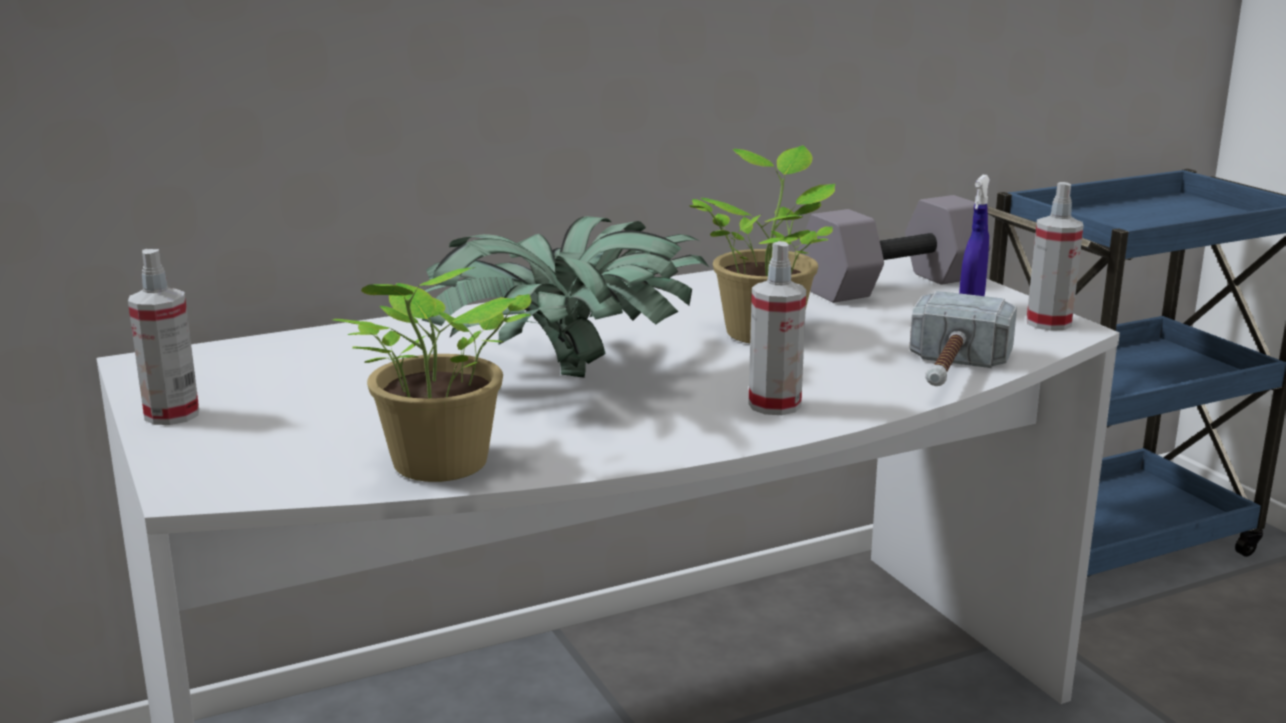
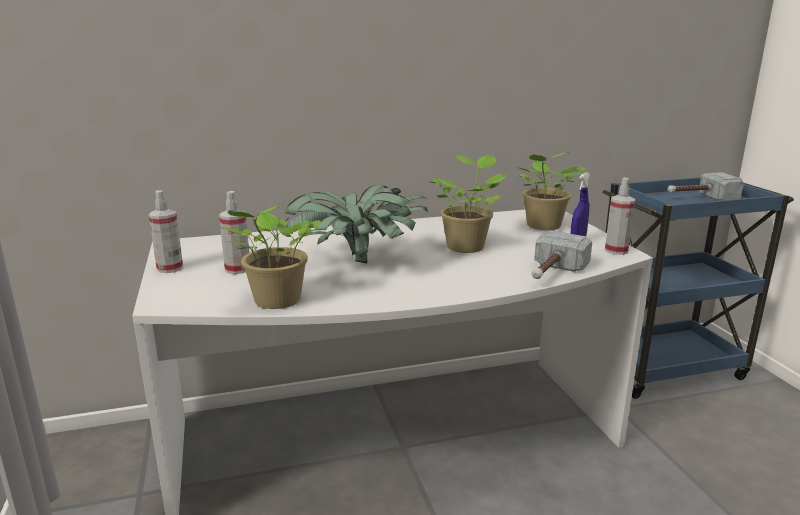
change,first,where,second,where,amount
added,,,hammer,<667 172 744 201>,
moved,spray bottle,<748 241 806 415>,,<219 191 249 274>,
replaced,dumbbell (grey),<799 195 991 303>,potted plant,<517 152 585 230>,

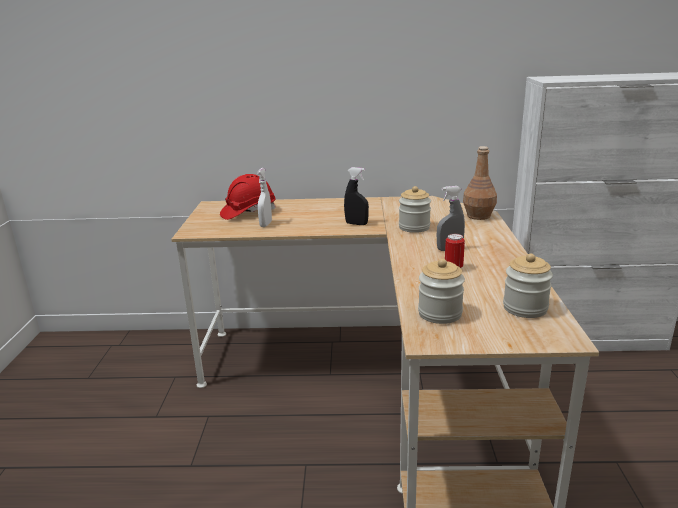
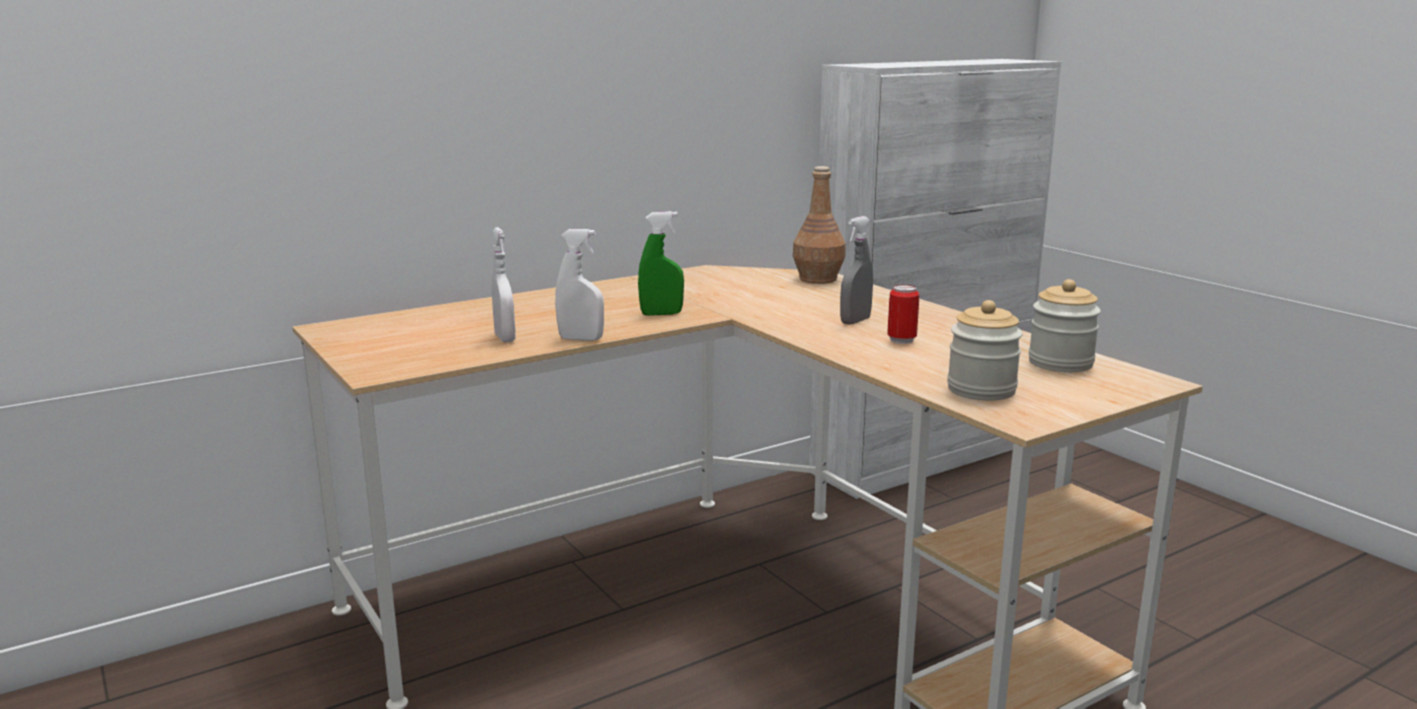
change,first,where,second,where,amount
removed,hard hat (red),<220 174 276 220>,,,
removed,jar,<399 186 431 233>,,,
added,,,spray bottle (white),<555 229 604 341>,
recoloured,spray bottle (black),<344 167 369 225>,spray bottle (green),<638 211 684 316>,

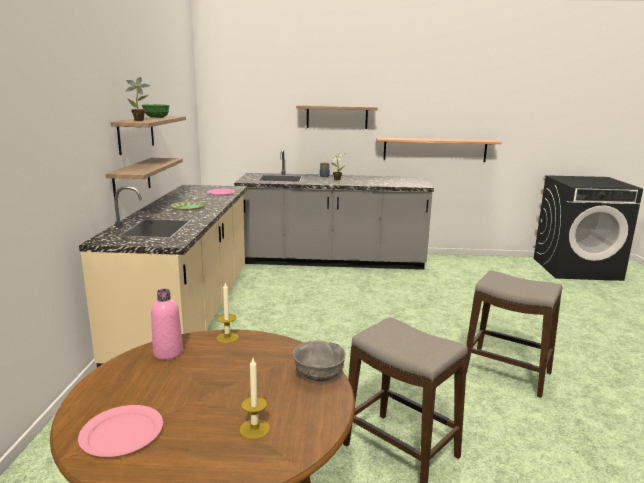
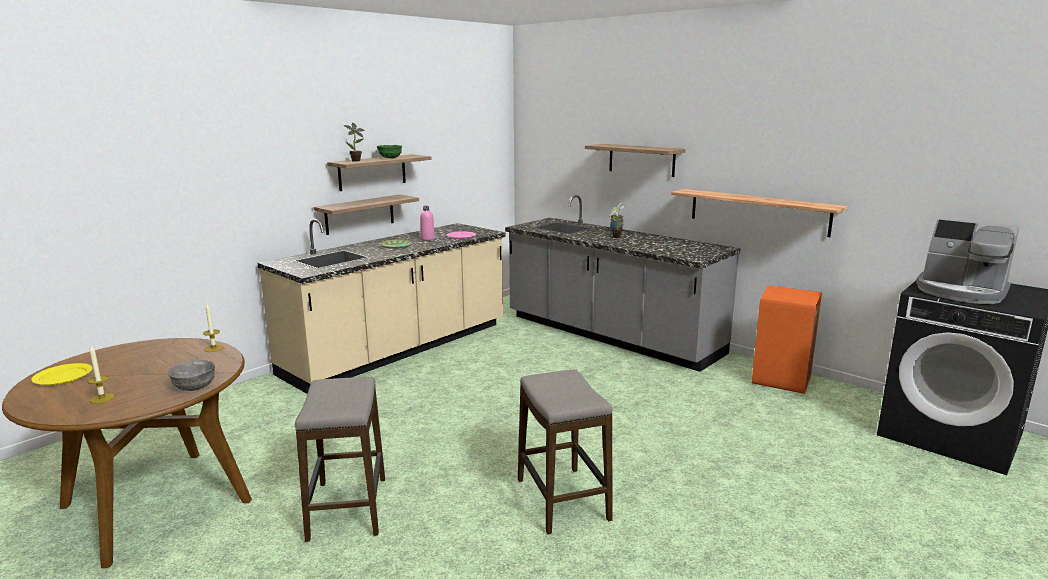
change,first,where,second,where,amount
added,,,trash can (orange),<752 285 822 394>,
added,,,coffee machine,<916 218 1020 304>,
moved,bottle (pink),<151 289 183 360>,,<420 206 435 240>,
recoloured,plate (pink),<78 405 163 457>,plate (yellow),<31 363 93 385>,

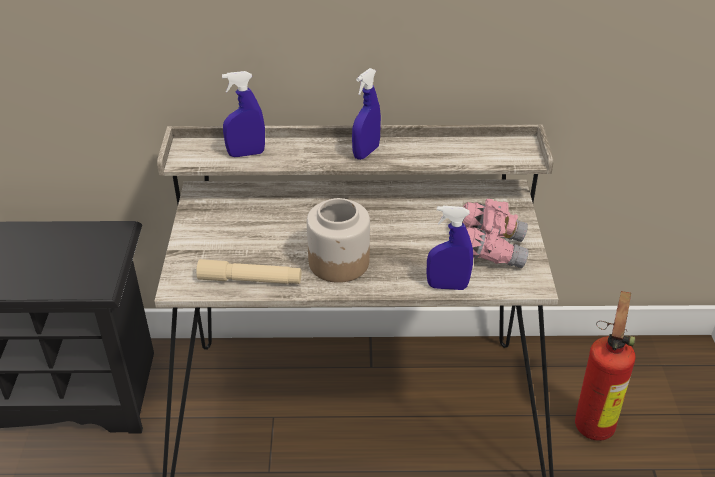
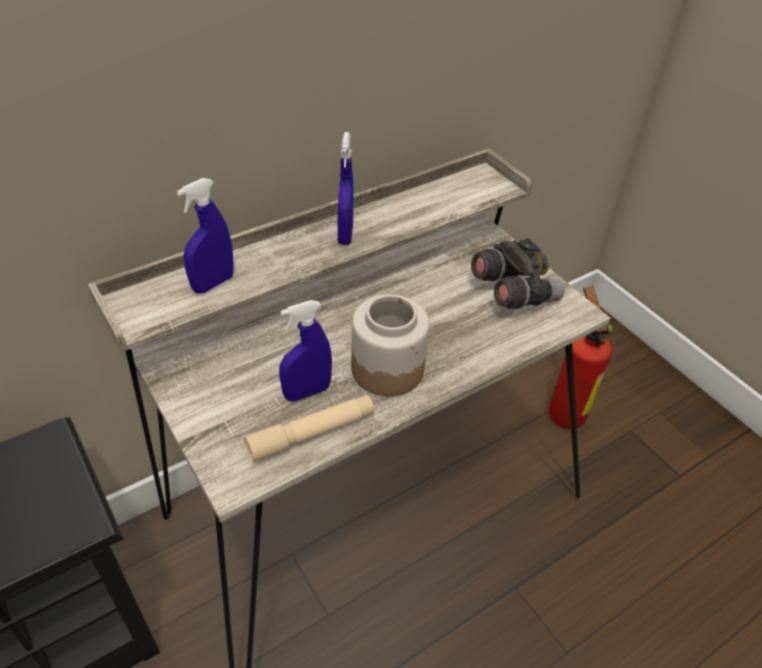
change,first,where,second,where,amount
moved,spray bottle (blue),<427 206 473 290>,,<279 300 332 401>,
recoloured,binoculars (pink),<462 199 529 268>,binoculars (grey),<471 238 565 309>,

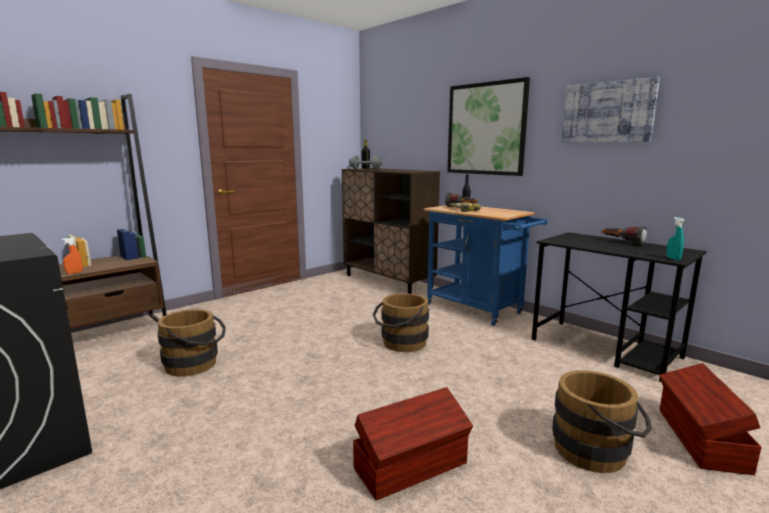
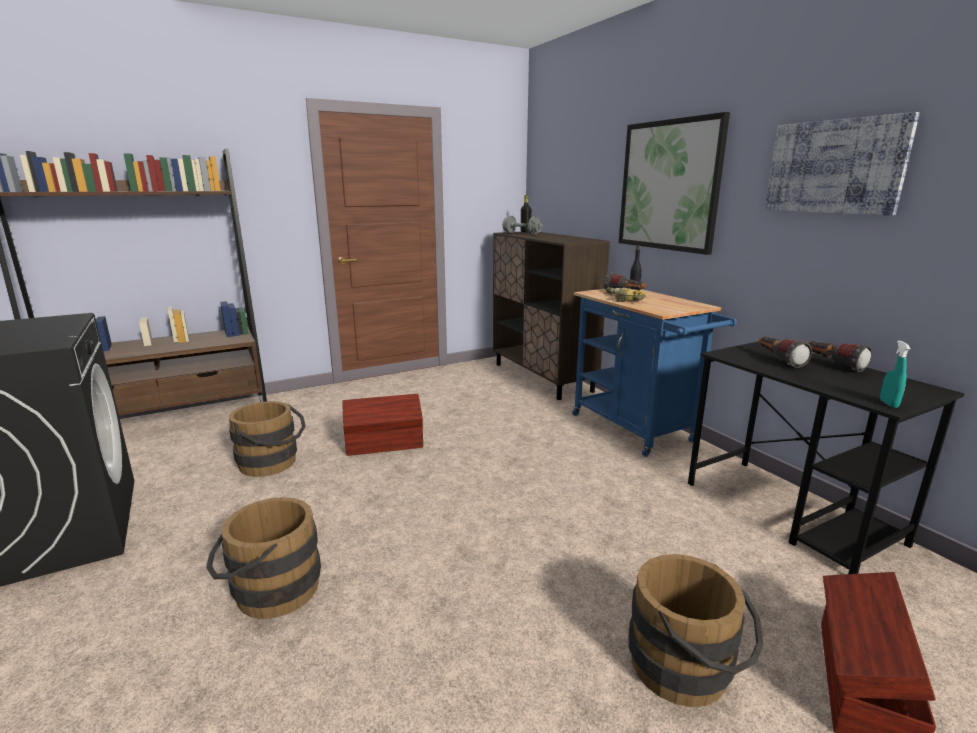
change,first,where,second,where,amount
removed,spray bottle (orange),<61 238 83 274>,,,
added,,,flashlight,<759 337 812 368>,
moved,storage box (brown),<353 387 473 500>,,<343 394 423 456>,
moved,bucket (brown),<373 293 429 352>,,<206 497 321 619>,

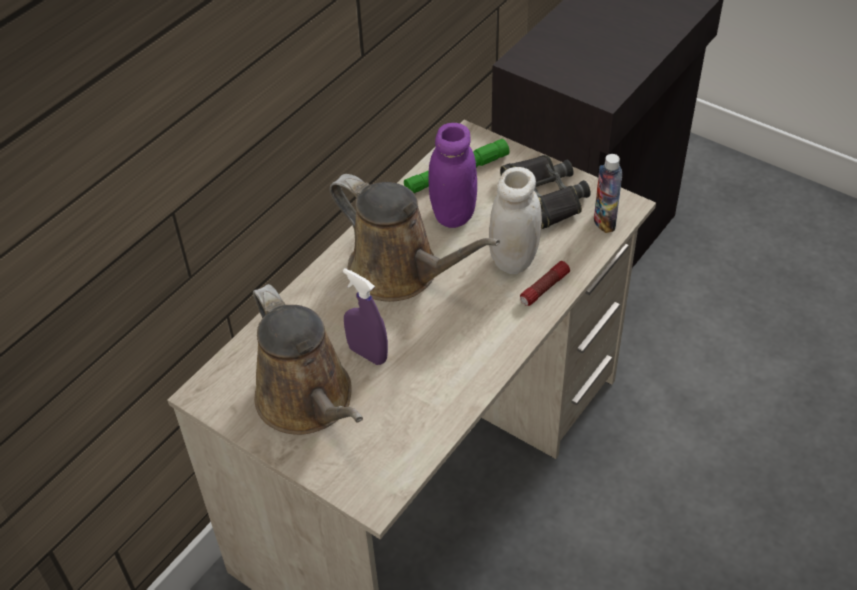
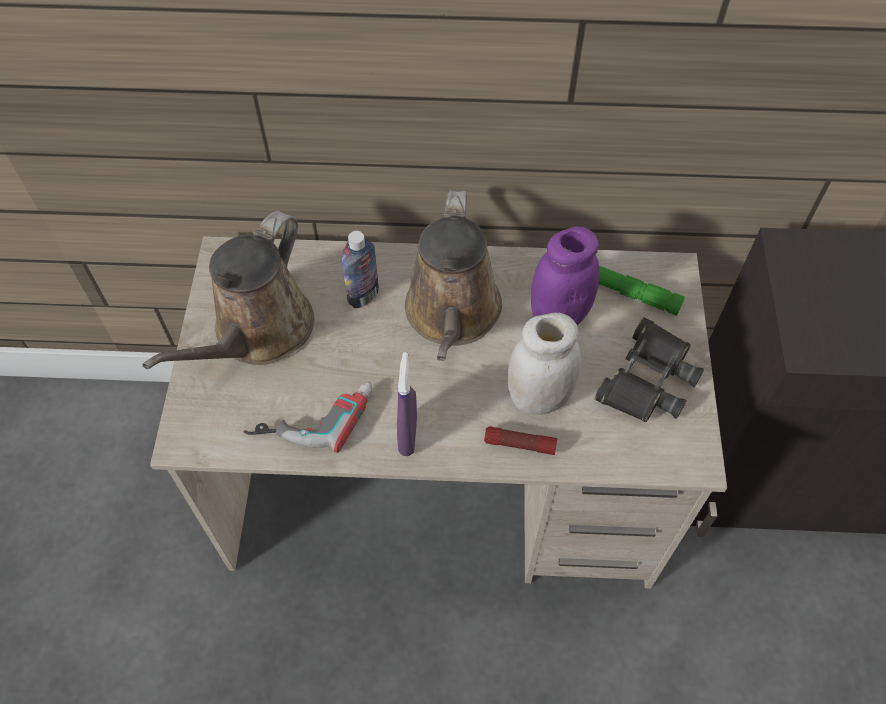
change,first,where,second,where,amount
added,,,power drill,<243 382 372 453>,
moved,spray bottle (purple),<343 268 388 365>,,<397 352 417 456>,
moved,bottle,<594 154 622 233>,,<342 231 379 309>,

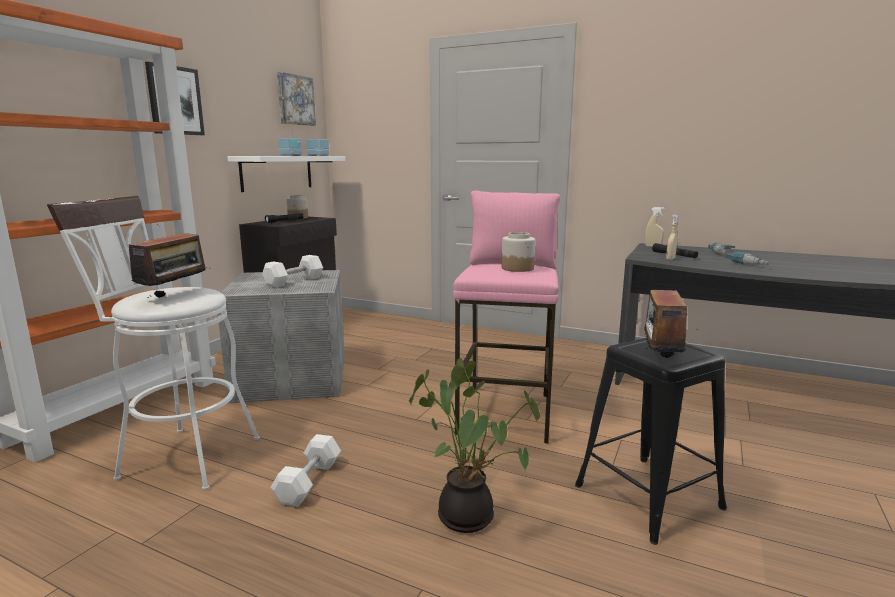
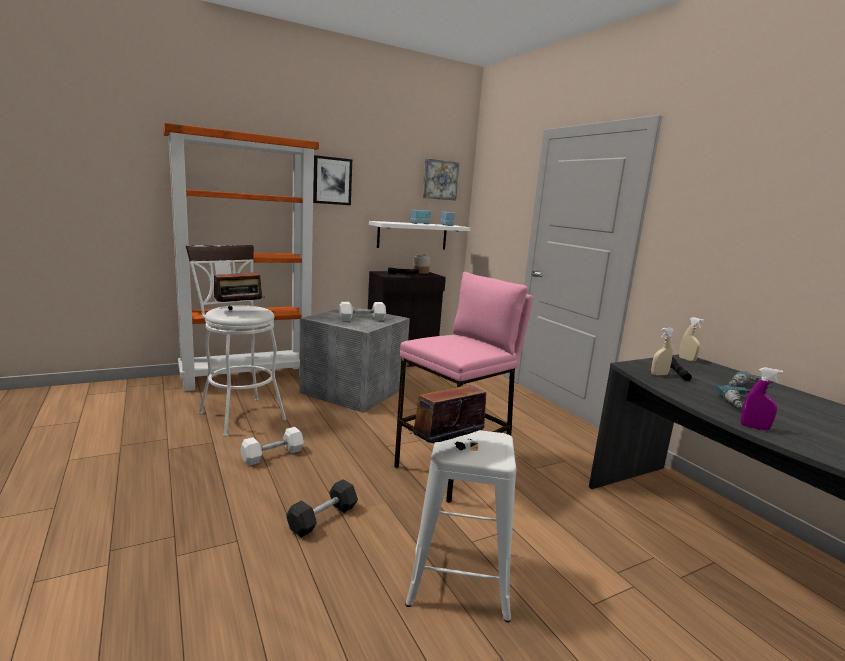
change,first,where,second,where,amount
removed,jar,<502 232 535 272>,,,
added,,,spray bottle (purple),<741 367 783 430>,
replaced,potted plant,<409 358 540 533>,dumbbell (grey),<286 479 358 538>,
recoloured,stool (black),<575 338 727 545>,stool (white),<405 430 516 622>,

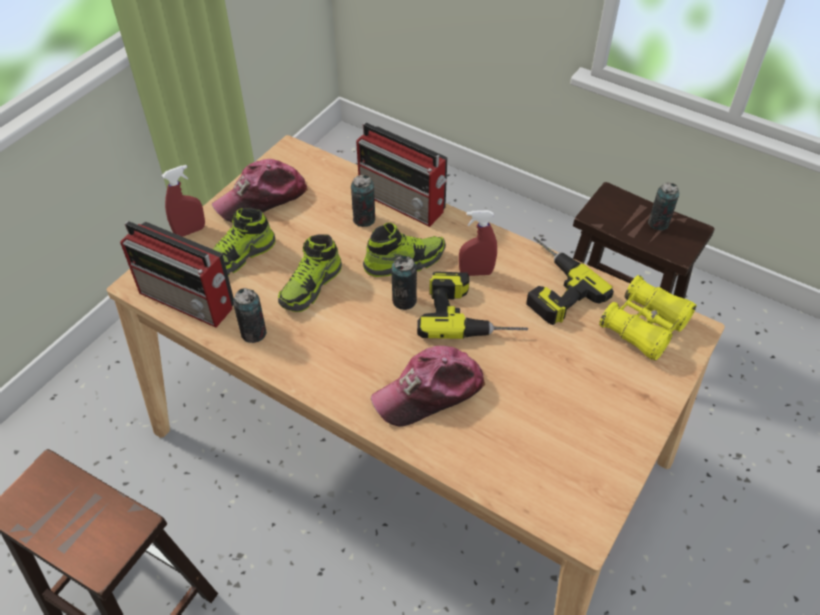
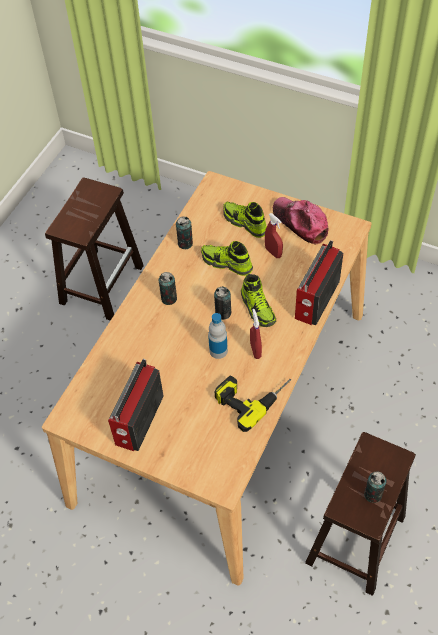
change,first,where,second,where,amount
removed,cap,<371 346 485 427>,,,
removed,binoculars (yellow),<599 275 696 361>,,,
moved,radio,<120 221 234 328>,,<108 359 164 451>,
moved,spray bottle (red),<162 165 205 237>,,<265 213 283 258>,
moved,can,<351 175 375 227>,,<159 272 177 305>,
replaced,power drill,<417 272 528 339>,bottle,<208 313 228 359>,

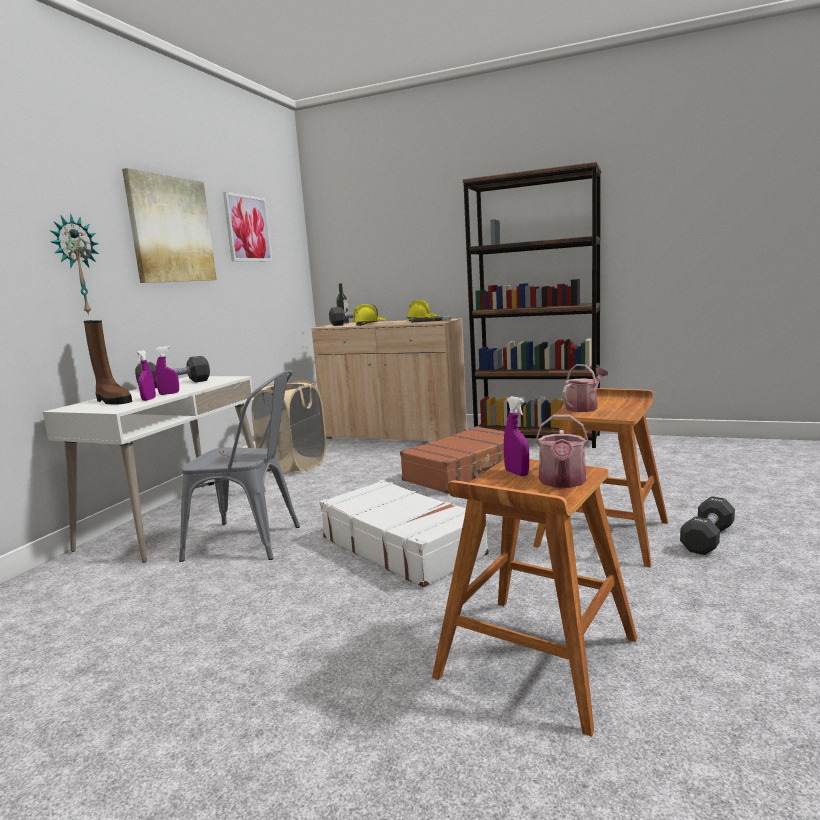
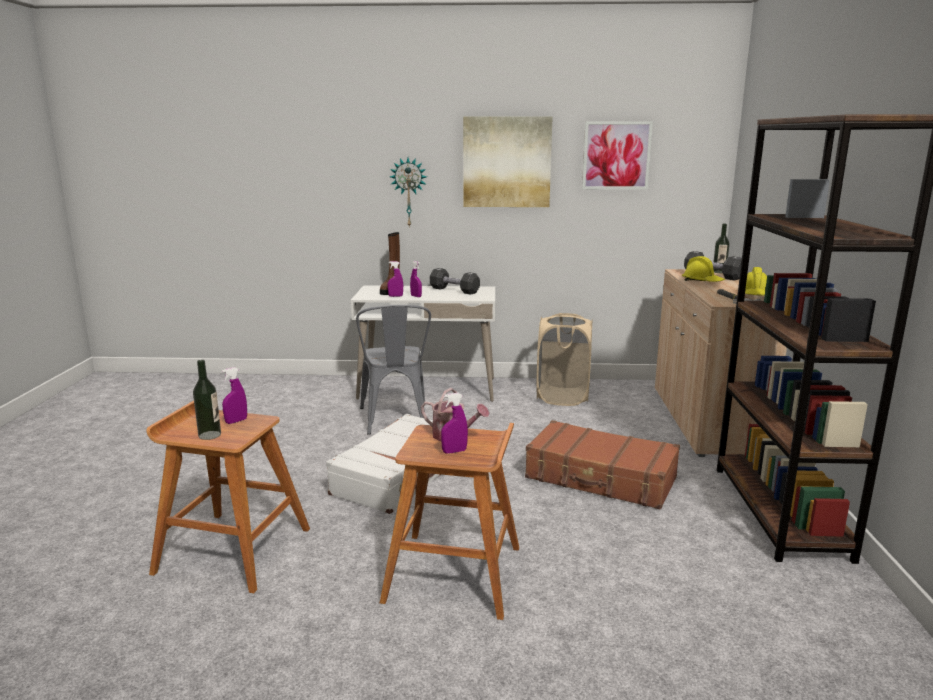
change,first,where,second,where,amount
removed,dumbbell (black),<680 496 735 555>,,,
added,,,spray bottle (purple),<441 393 468 454>,
replaced,watering can,<535 415 589 488>,bottle,<193 360 221 440>,

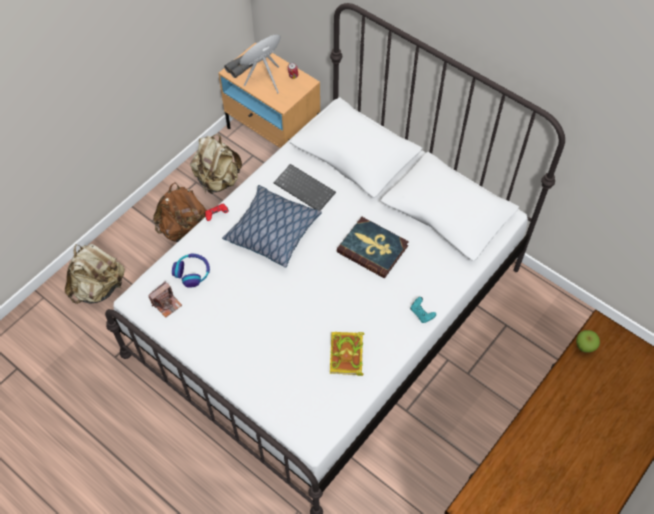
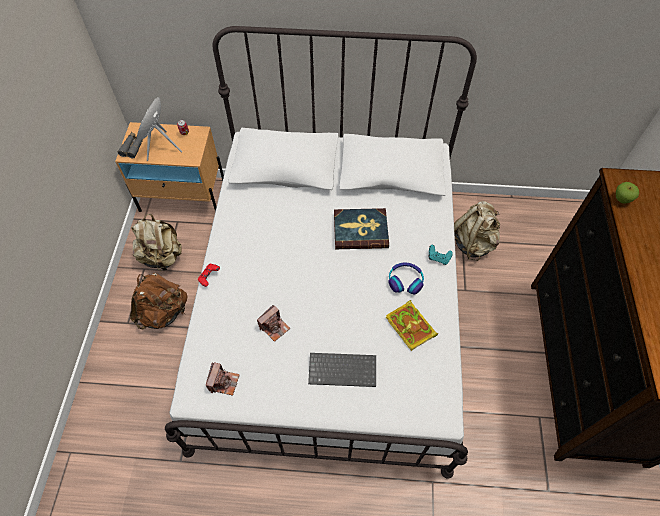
change,first,where,second,where,amount
removed,pillow,<222 185 322 268>,,,
added,,,photo camera,<257 305 290 342>,
moved,backpack (beige),<65 244 125 304>,,<454 201 500 261>,
moved,headphones,<172 254 210 288>,,<388 263 424 295>,
moved,keyboard,<274 164 336 211>,,<308 353 376 387>,

